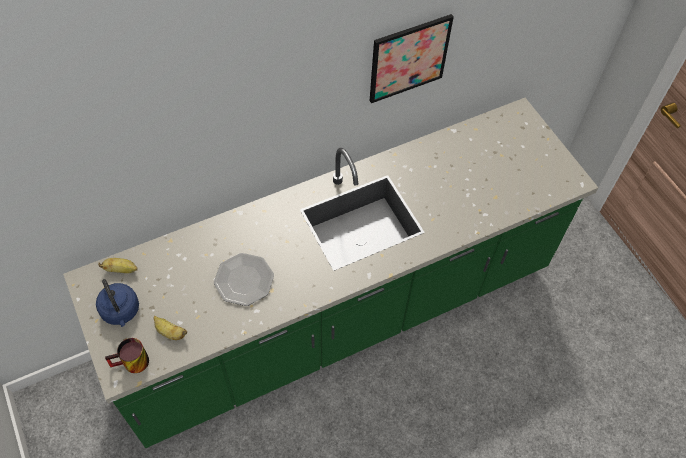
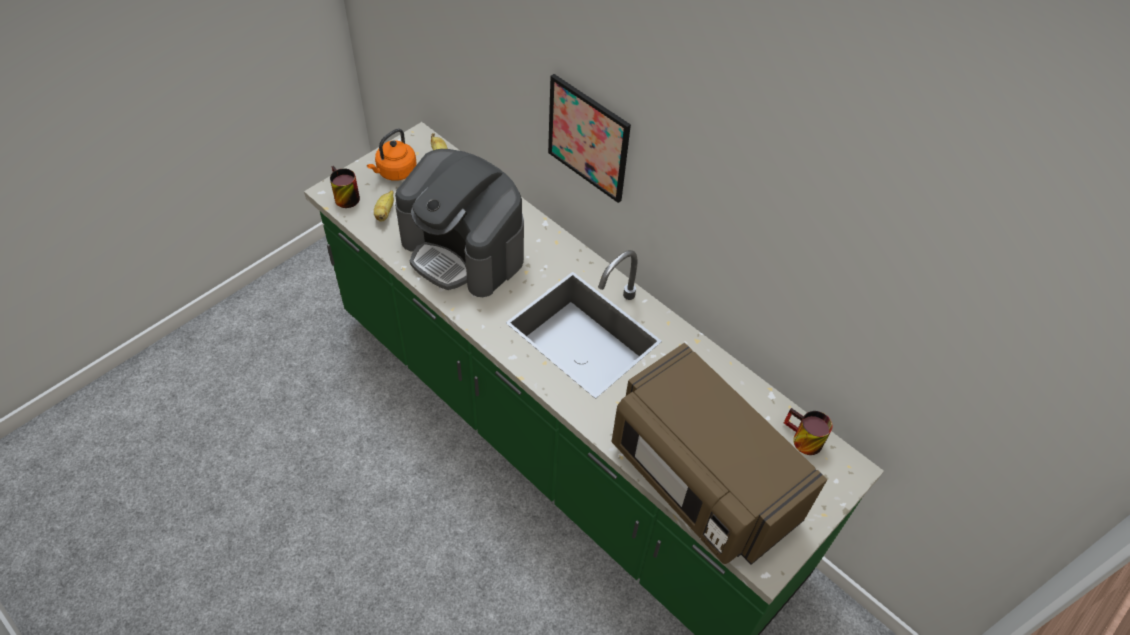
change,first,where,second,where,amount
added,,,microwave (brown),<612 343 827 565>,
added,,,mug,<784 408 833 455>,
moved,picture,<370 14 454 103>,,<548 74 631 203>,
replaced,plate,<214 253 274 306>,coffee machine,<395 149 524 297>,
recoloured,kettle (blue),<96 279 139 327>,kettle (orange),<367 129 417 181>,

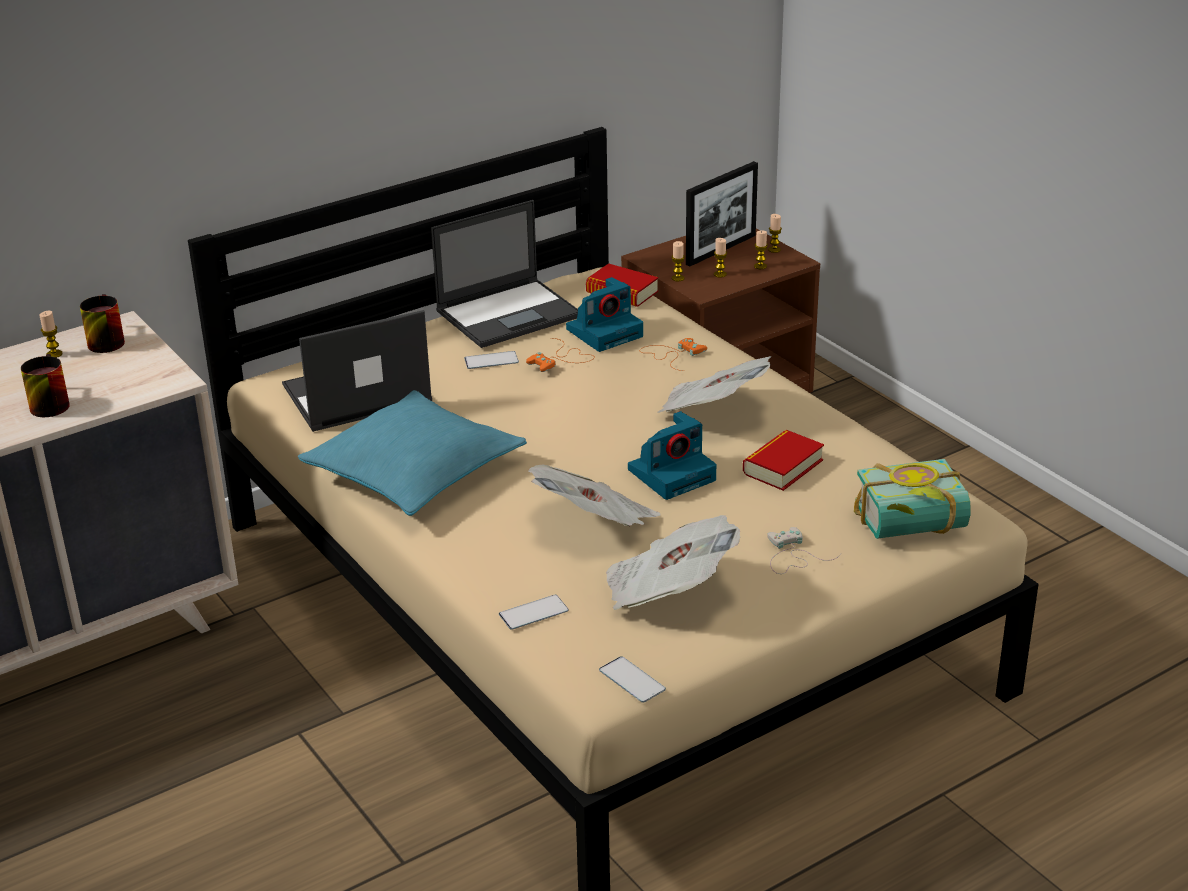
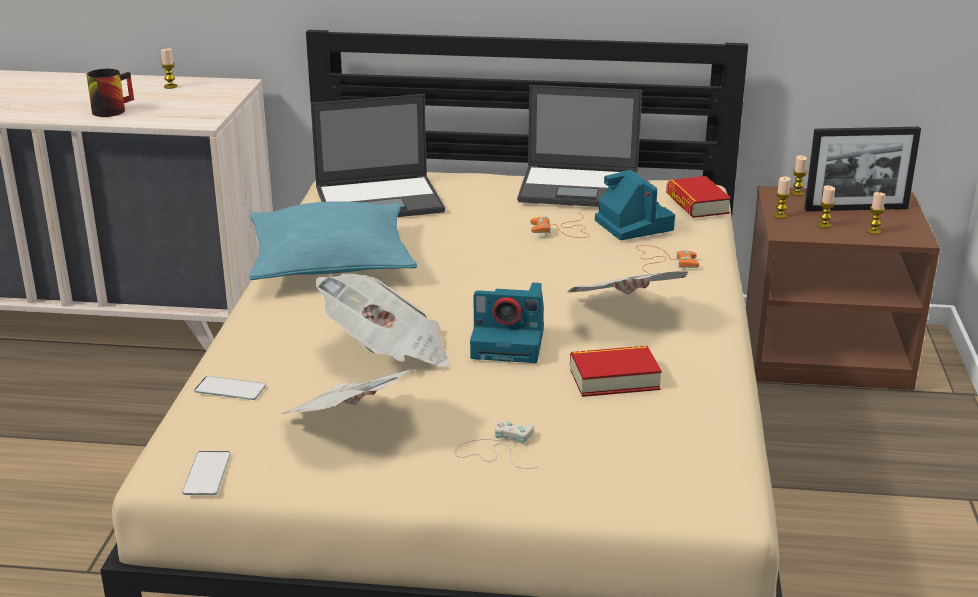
change,first,where,second,where,amount
removed,mug,<80 294 125 353>,,,
removed,phone,<464 351 519 369>,,,
removed,book,<854 459 971 539>,,,
moved,candle,<768 214 782 253>,,<791 155 807 196>,
turned,laptop,<282 310 432 432>,,<311 94 445 217>,150 degrees clockwise
turned,photo camera,<566 277 643 352>,,<595 170 675 240>,120 degrees counterclockwise

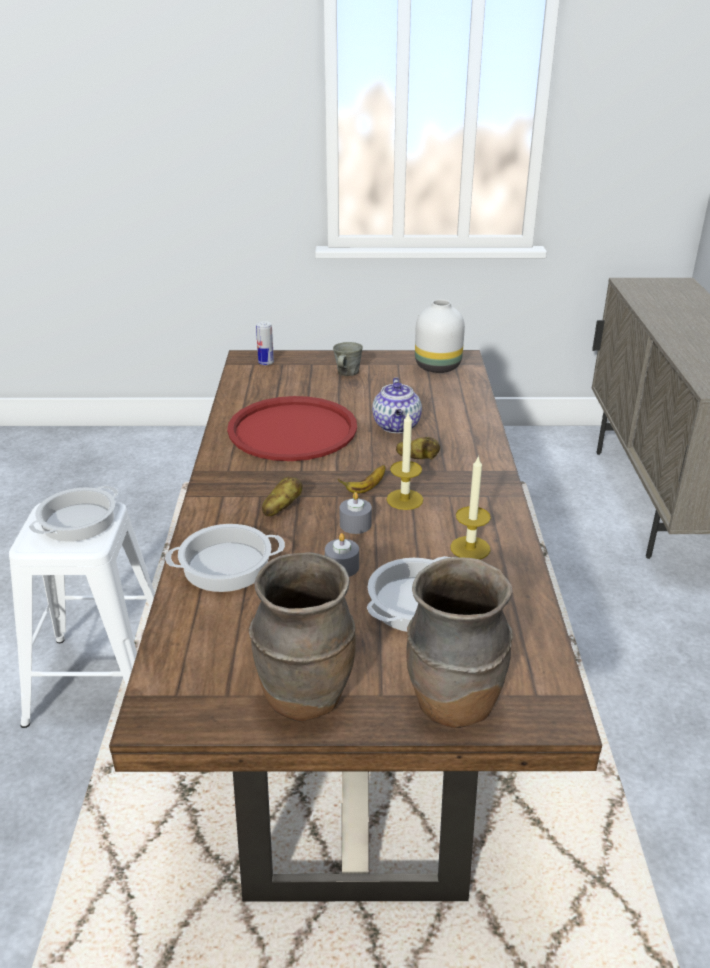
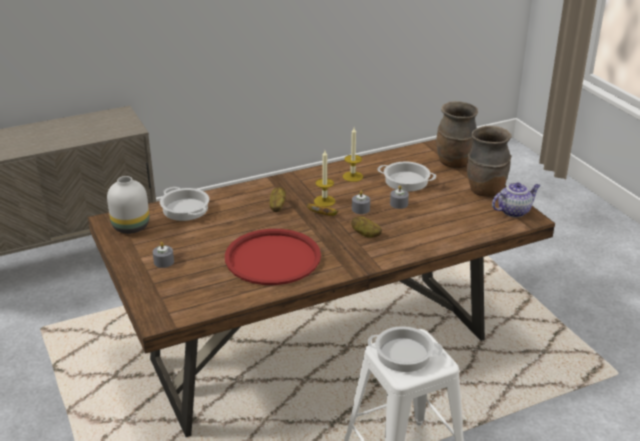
change,first,where,second,where,amount
removed,can,<256 321 274 365>,,,
moved,cooking pot,<165 524 285 592>,,<160 187 210 221>,
moved,teapot,<372 377 422 433>,,<492 182 540 217>,
replaced,mug (grey),<333 342 363 376>,candle (grey),<153 242 174 268>,

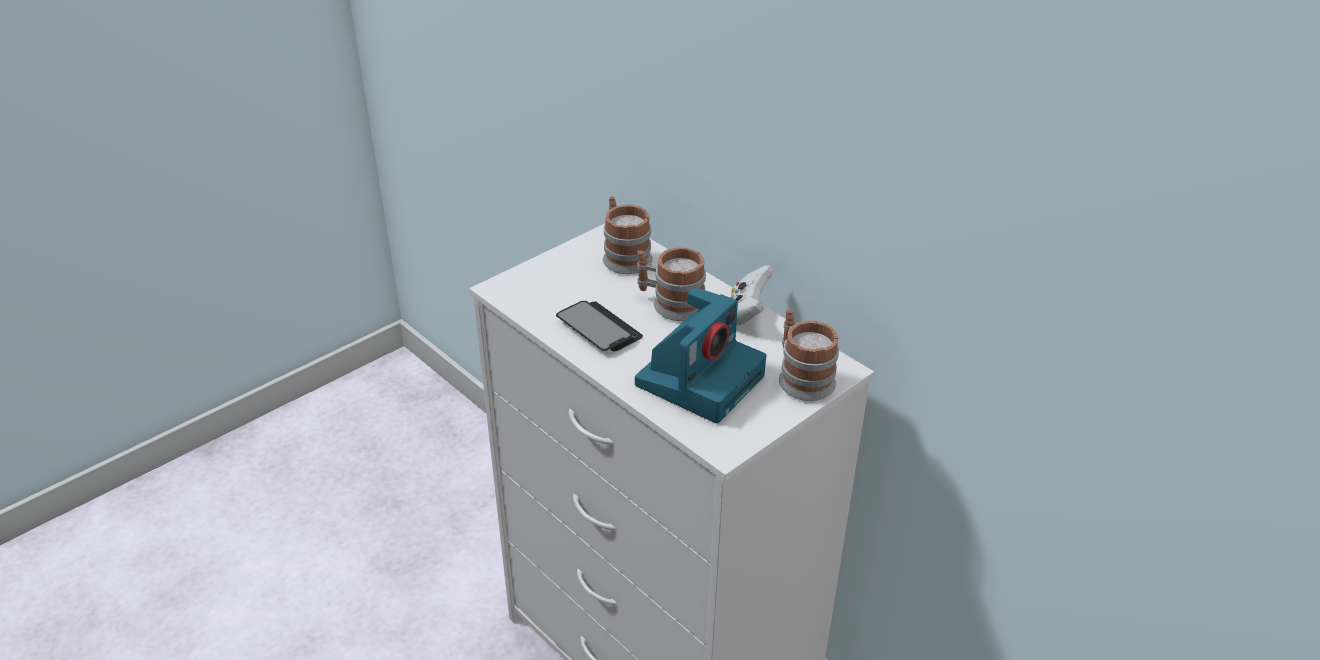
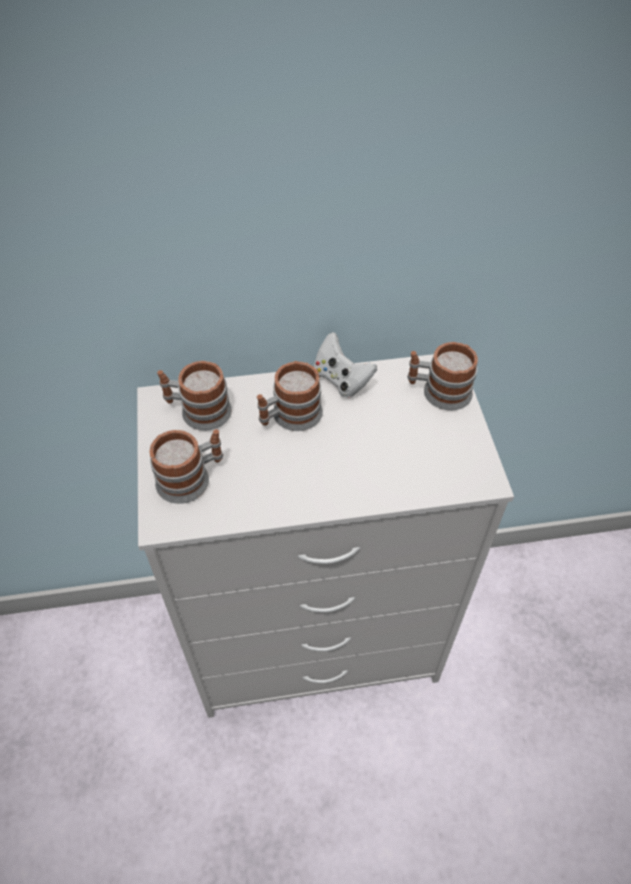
change,first,where,second,where,amount
removed,phone,<556 301 643 351>,,,
removed,photo camera,<635 287 766 423>,,,
added,,,mug,<149 429 223 504>,

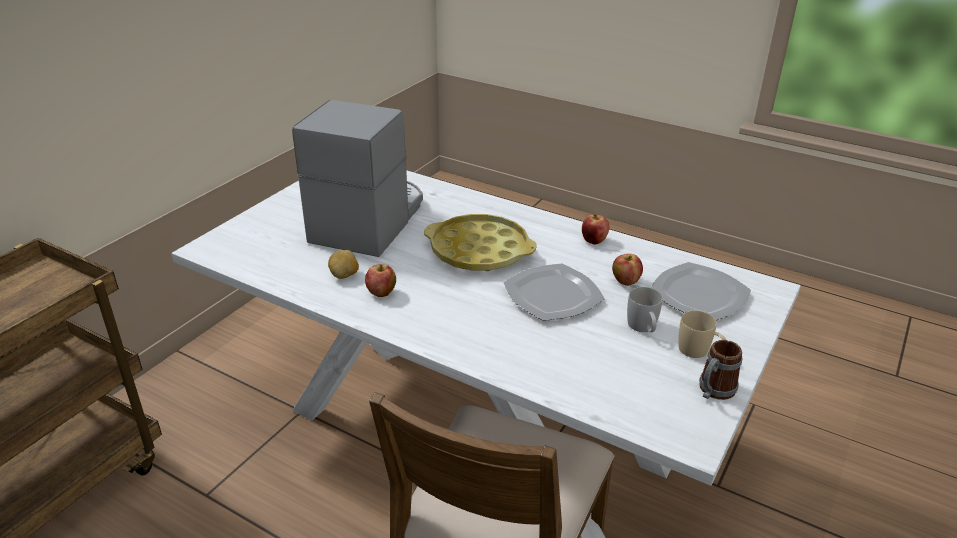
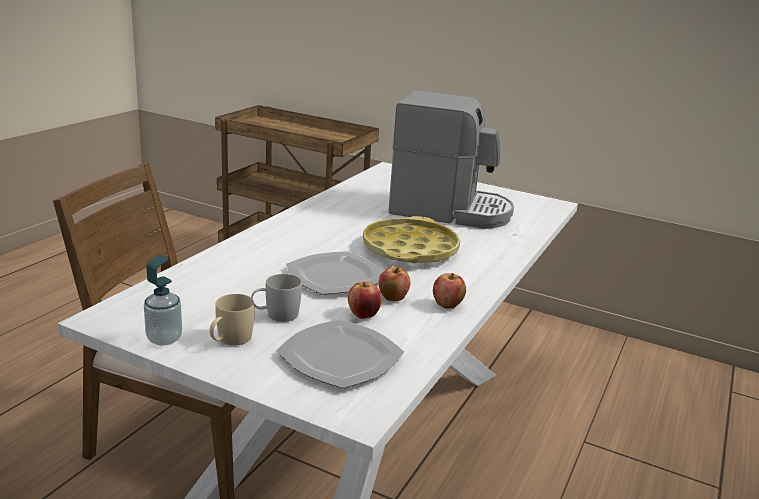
change,first,where,second,where,amount
removed,potato,<328 250 359 279>,,,
moved,apple,<365 264 396 297>,,<378 266 411 301>,
replaced,mug,<699 340 742 400>,soap dispenser,<144 254 182 346>,

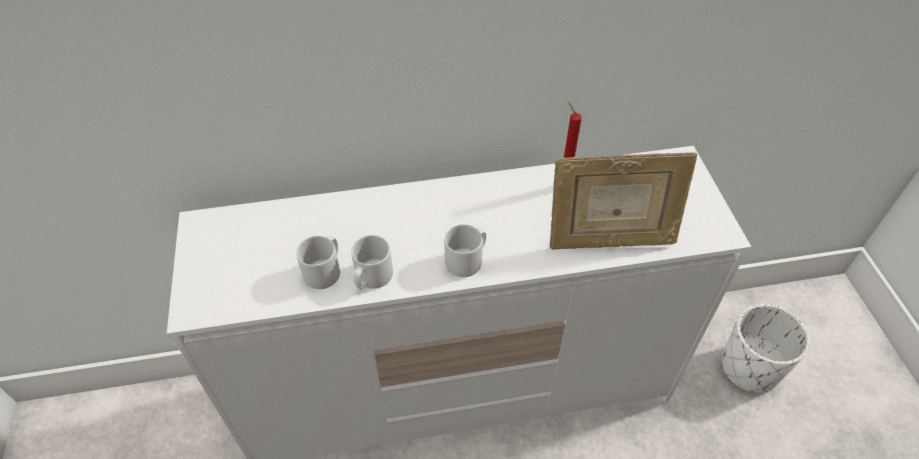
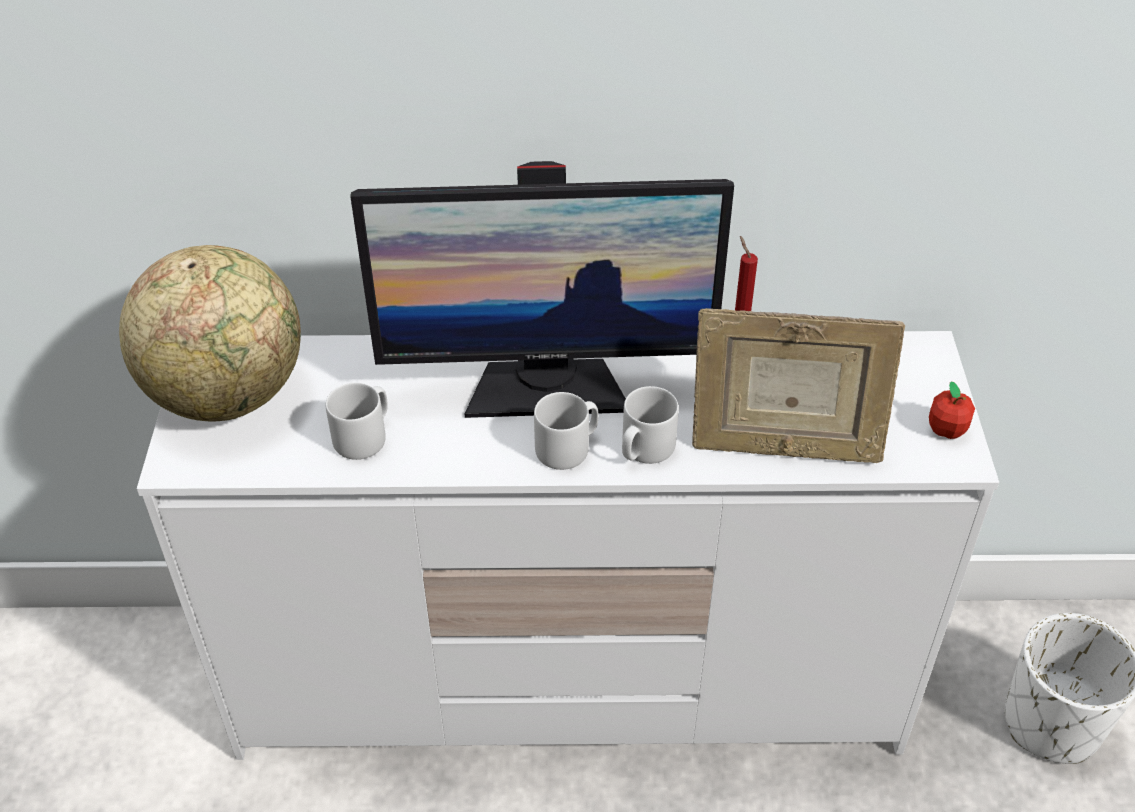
change,first,where,second,where,amount
added,,,globe,<119 245 301 422>,
added,,,monitor,<350 161 734 418>,
added,,,apple,<929 381 975 439>,
moved,mug (grey),<351 235 393 289>,,<622 386 679 464>,

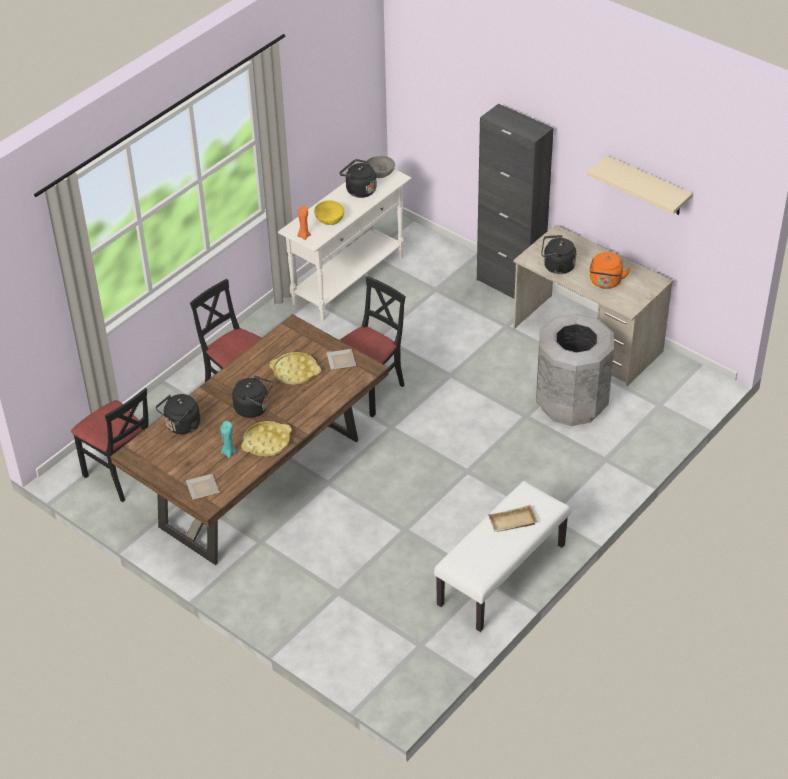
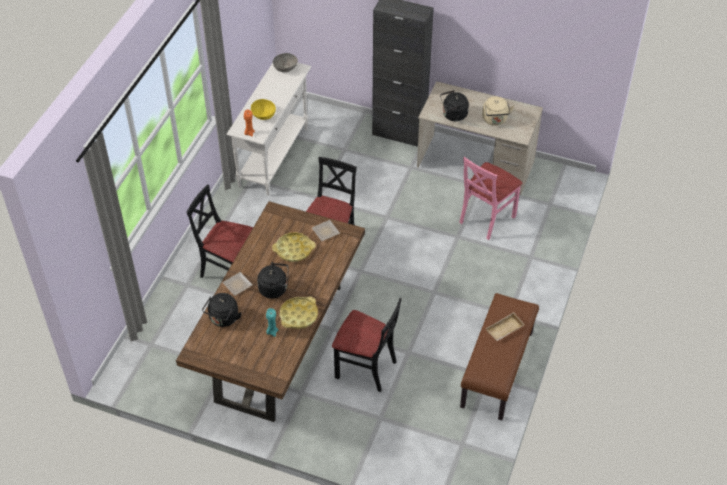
change,first,where,second,where,amount
removed,kettle (black),<339 159 377 198>,,,
removed,shelf (beige),<587 155 693 215>,,,
moved,chair (black),<71 388 148 502>,,<332 298 402 392>,
moved,plate,<186 474 219 500>,,<222 272 252 296>,
replaced,trash can (grey),<536 313 614 426>,chair (pink),<459 157 522 240>,
recoloured,bench (white),<434 481 570 632>,bench (brown),<460 293 539 420>,
recoloured,kettle (orange),<589 252 630 289>,kettle (beige),<482 96 514 126>,

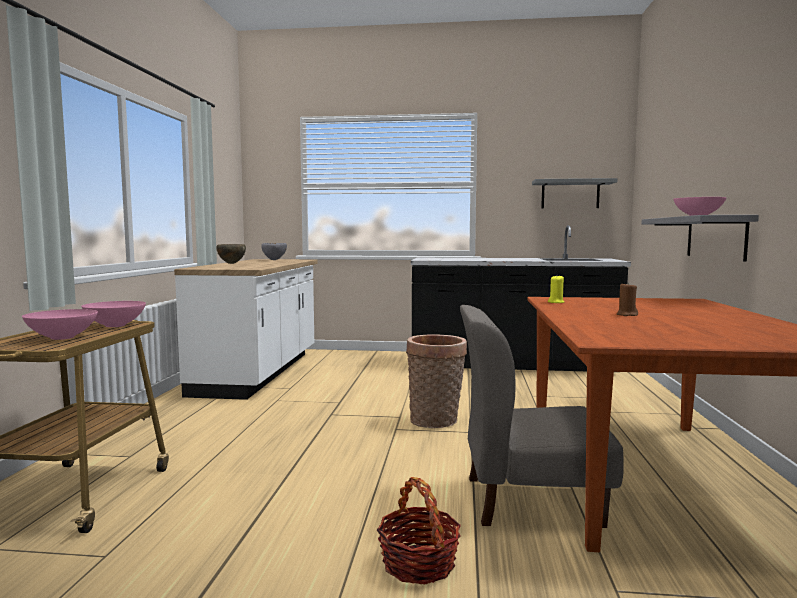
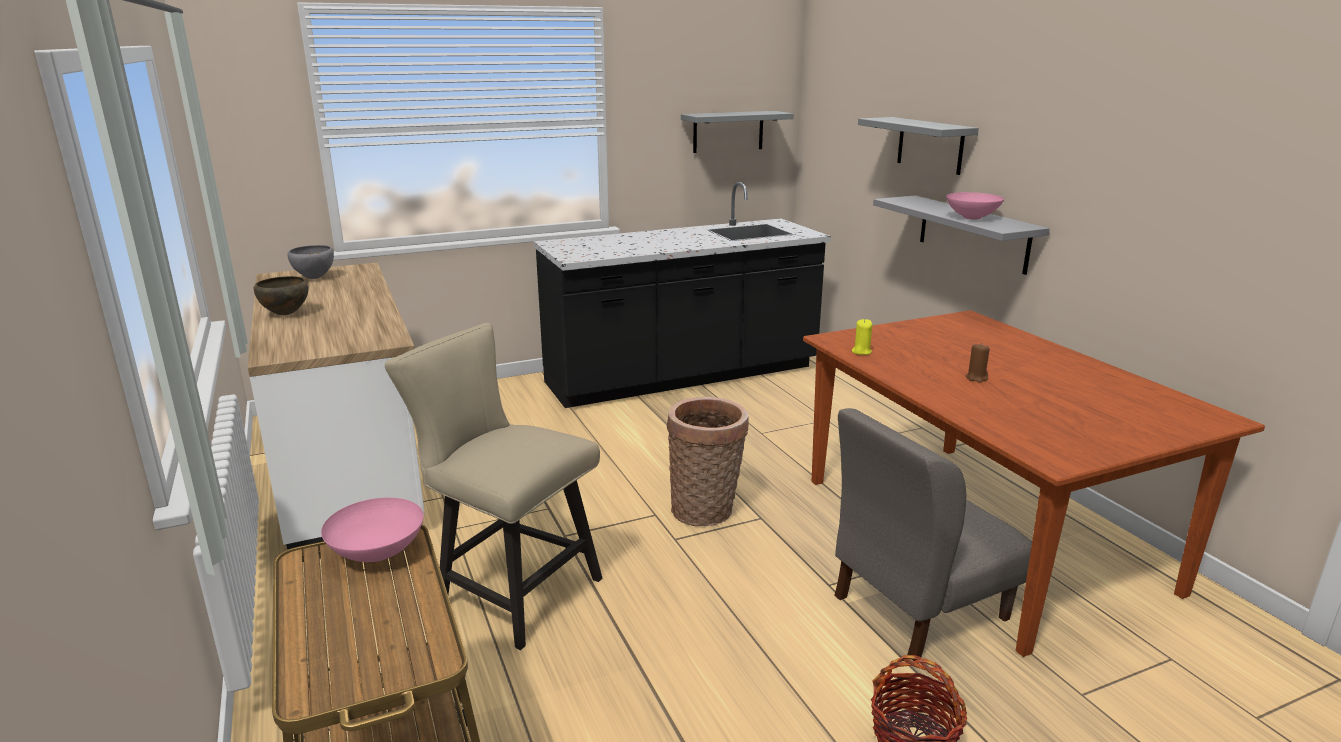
change,first,where,second,where,amount
removed,bowl (pink),<22 309 98 340>,,,
added,,,chair (beige),<385 323 602 650>,
added,,,shelf (grey),<858 117 979 175>,

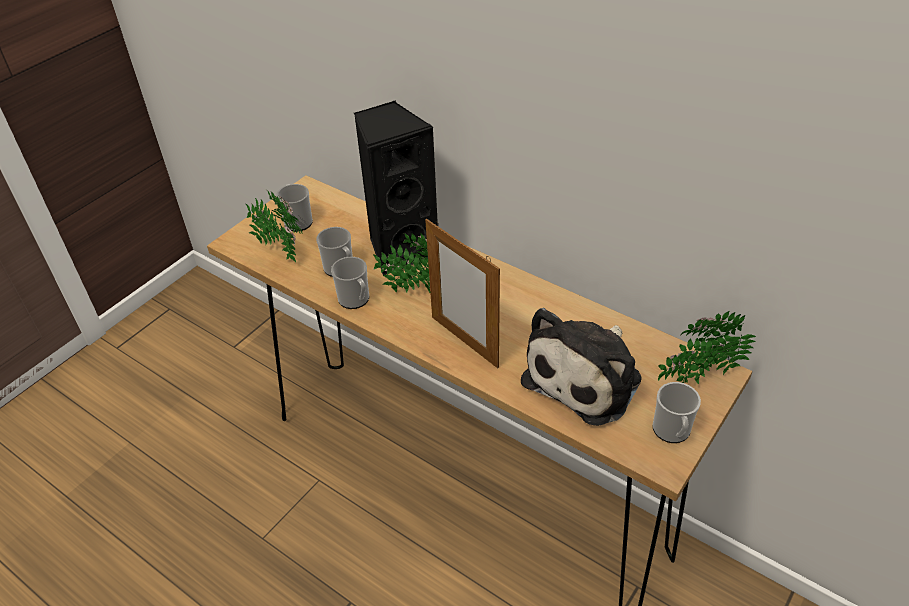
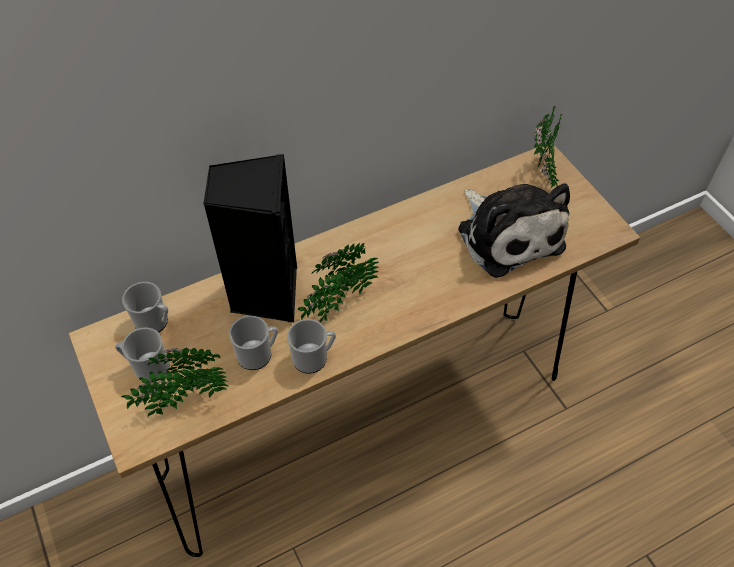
change,first,where,second,where,amount
removed,picture frame,<425 219 500 368>,,,
moved,mug,<652 382 701 443>,,<122 282 168 333>,

